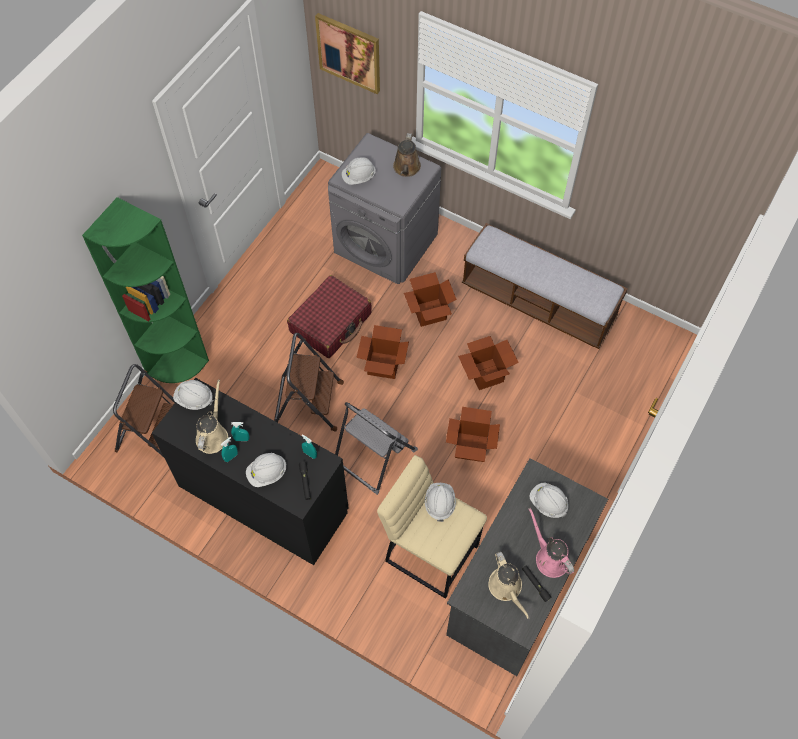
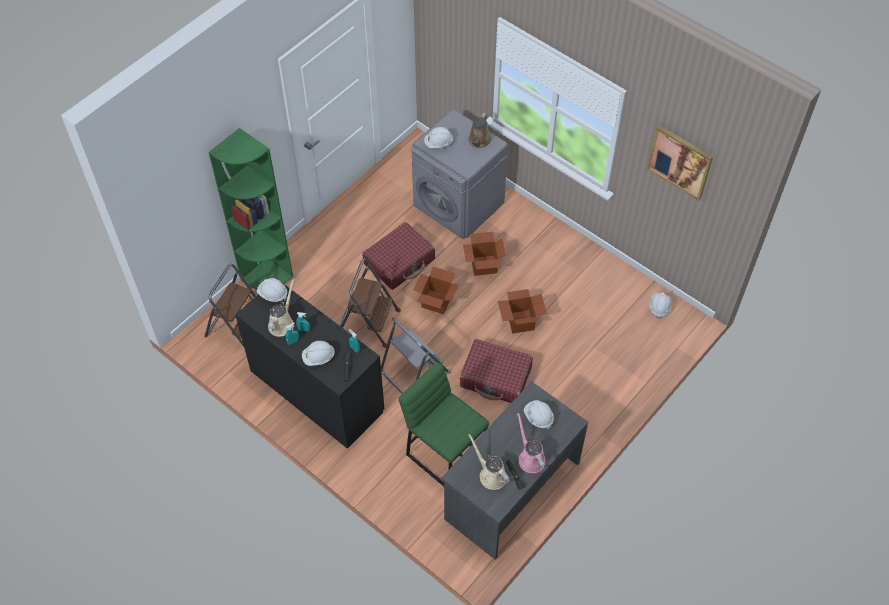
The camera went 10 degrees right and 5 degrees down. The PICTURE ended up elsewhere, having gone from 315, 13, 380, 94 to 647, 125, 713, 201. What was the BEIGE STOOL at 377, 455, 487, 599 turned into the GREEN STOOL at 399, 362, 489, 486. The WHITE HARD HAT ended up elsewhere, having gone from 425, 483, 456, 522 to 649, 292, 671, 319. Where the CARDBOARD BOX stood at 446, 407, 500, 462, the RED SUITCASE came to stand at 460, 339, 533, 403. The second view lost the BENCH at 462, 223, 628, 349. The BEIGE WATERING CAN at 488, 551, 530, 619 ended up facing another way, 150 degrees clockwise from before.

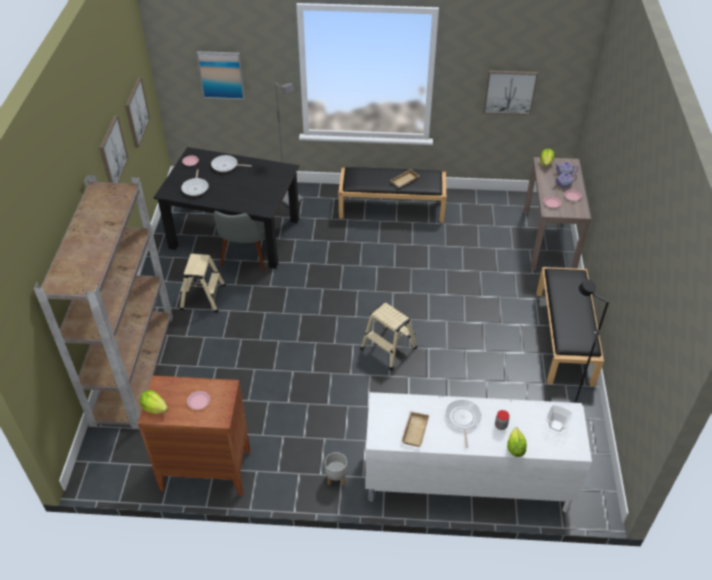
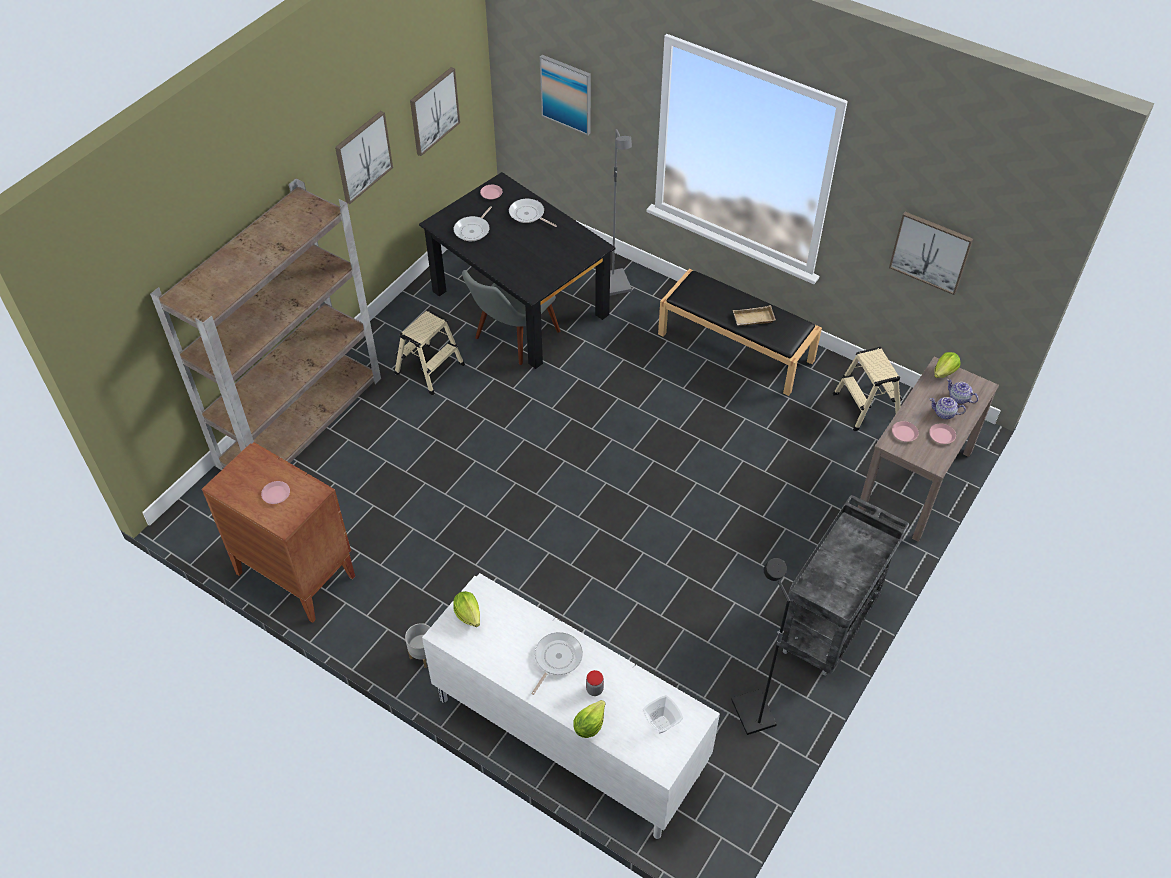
The camera went 30 degrees right and 5 degrees up. The LETTUCE ended up elsewhere, having gone from 140, 390, 168, 414 to 453, 591, 480, 627. The BEIGE STEP LADDER ended up elsewhere, having gone from 360, 301, 417, 371 to 833, 347, 903, 431. The second view lost the BEIGE TRAY at 401, 411, 429, 447. Where the BLACK BENCH stood at 536, 267, 604, 387, the BLACK CART came to stand at 779, 495, 909, 676.

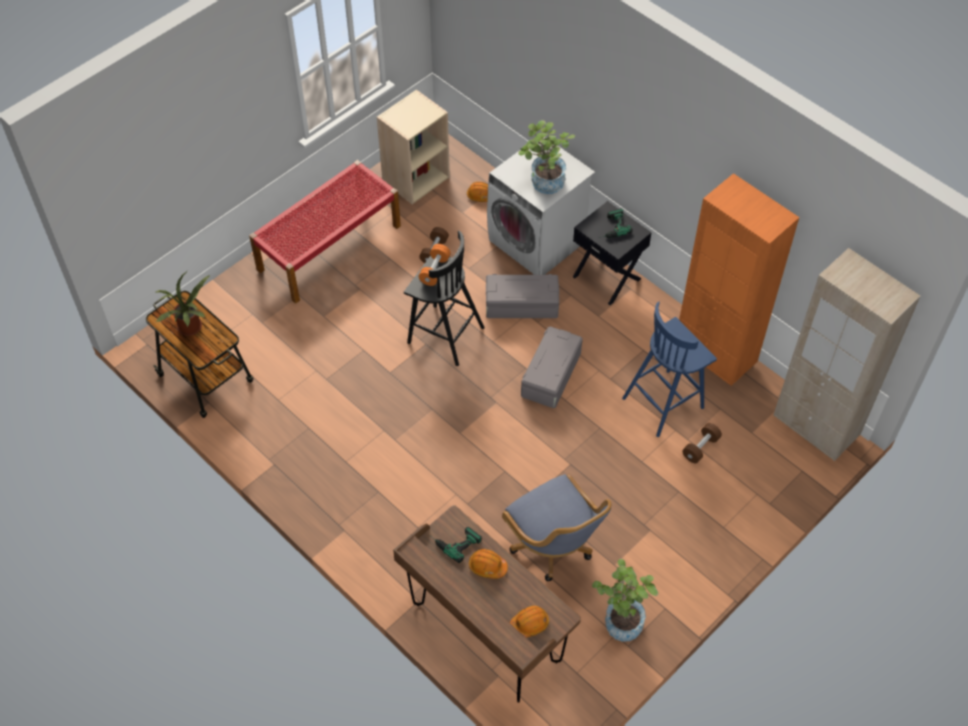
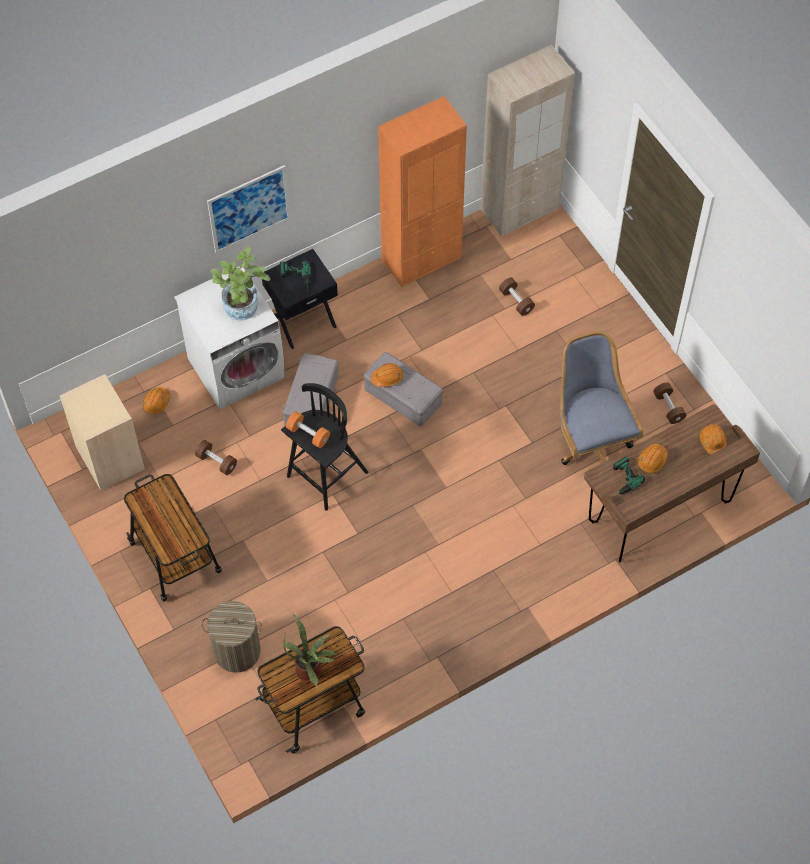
The camera went 75 degrees left and 5 degrees up. Where the RED BENCH stood at 249, 160, 401, 304, the CART came to stand at 124, 474, 222, 601. The BLUE OFFICE CHAIR at 502, 474, 611, 581 ended up facing another way, 90 degrees counterclockwise from before. Where the POTTED PLANT stood at 592, 559, 658, 642, the BROWN DUMBBELL came to stand at 653, 383, 686, 424. The second view lost the BLUE STOOL at 622, 301, 717, 437. The second view gained the LAUNDRY BASKET at 201, 601, 262, 673. The second view gained the PICTURE at 207, 165, 291, 253. The second view gained the ORANGE HARD HAT at 371, 363, 403, 387.

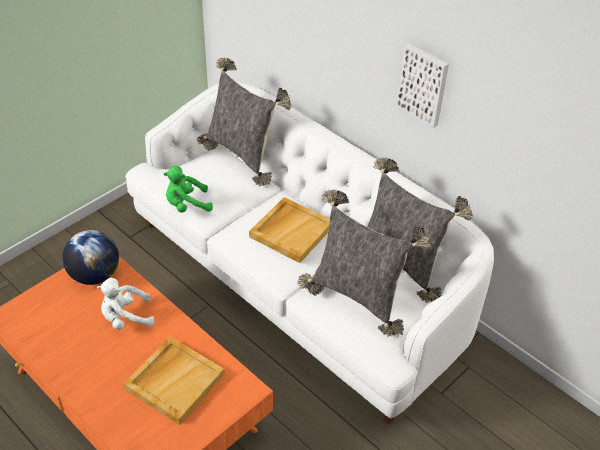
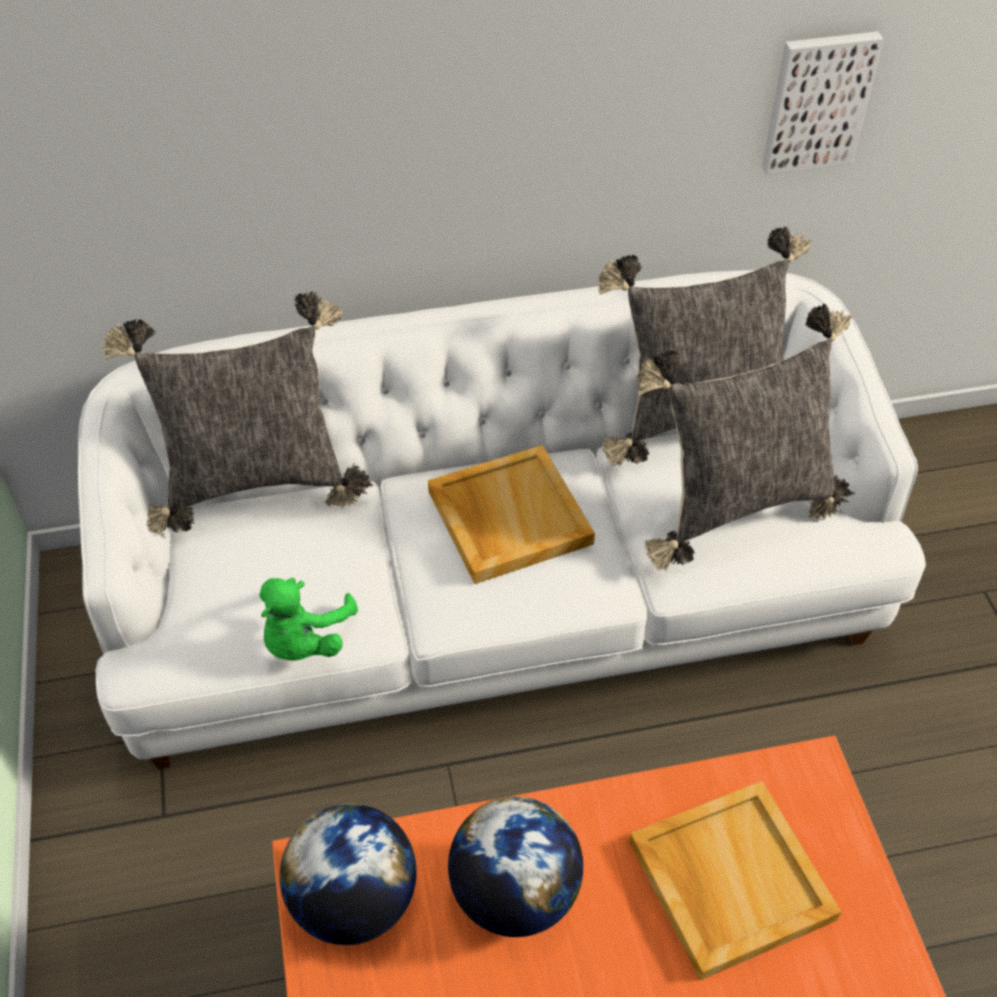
The camera went 55 degrees left and 5 degrees up. Where the WHITE PLUSH TOY stood at 97, 278, 155, 330, the GLOBE came to stand at 448, 796, 583, 937. The PICTURE ended up elsewhere, having gone from 397, 43, 449, 128 to 762, 31, 883, 175.

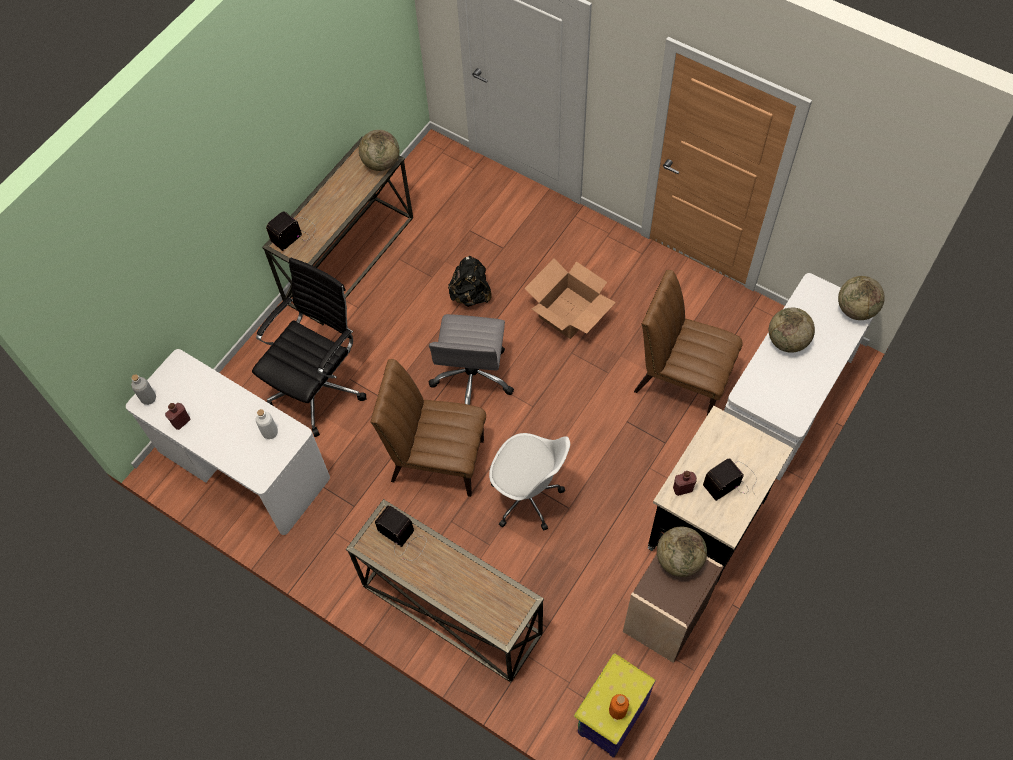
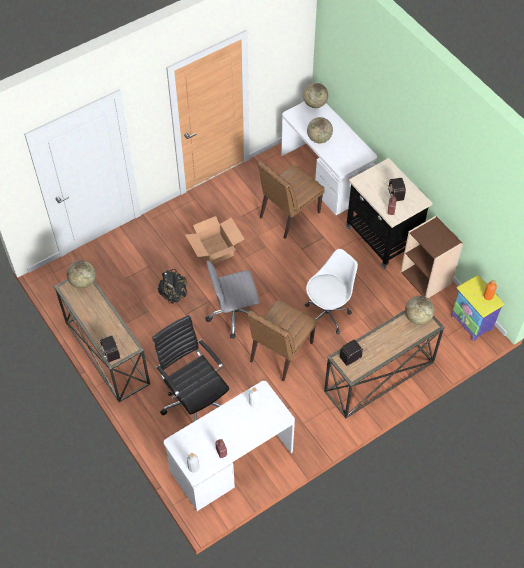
The camera went 70 degrees left and 5 degrees down. The GREY OFFICE CHAIR at 428, 314, 514, 405 ended up facing another way, 135 degrees clockwise from before. The GLOBE ended up elsewhere, having gone from 657, 527, 707, 577 to 405, 296, 434, 325.

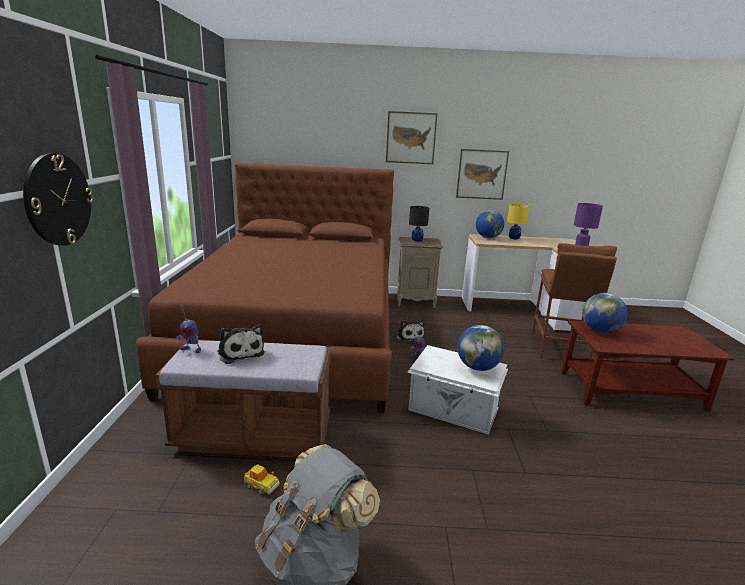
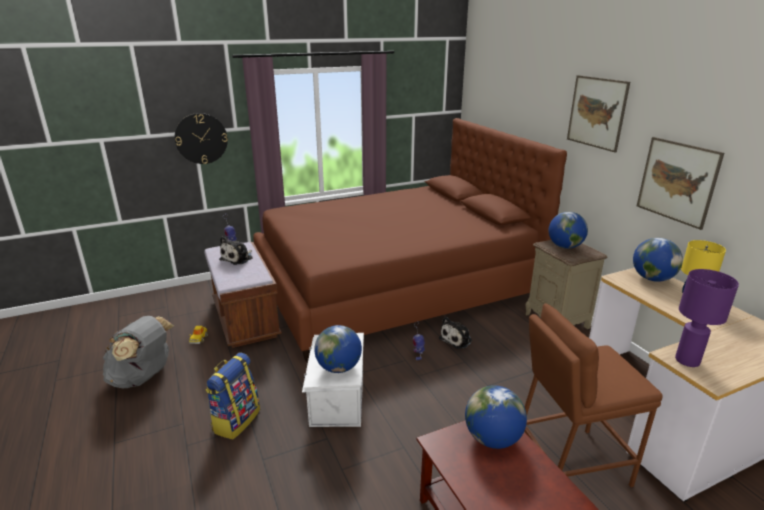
The camera went 65 degrees right and 5 degrees up. Where the BLACK TABLE LAMP stood at 409, 206, 429, 242, the GLOBE came to stand at 549, 212, 588, 249. The second view gained the BACKPACK at 205, 353, 260, 440.

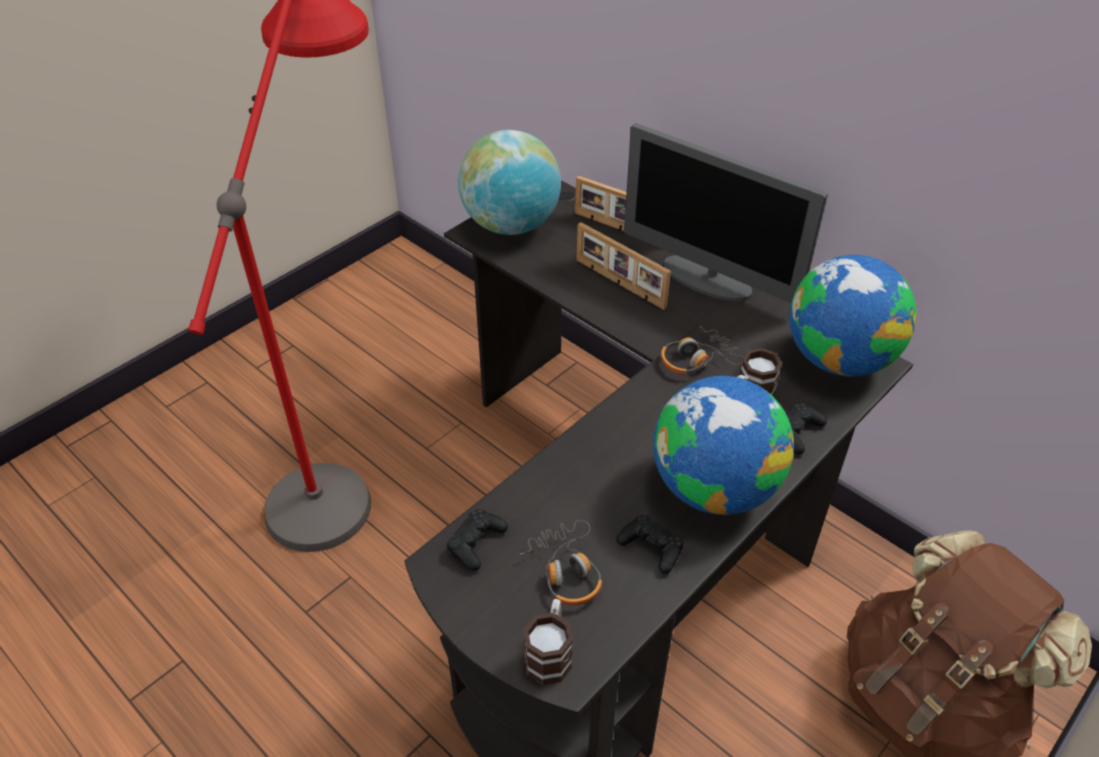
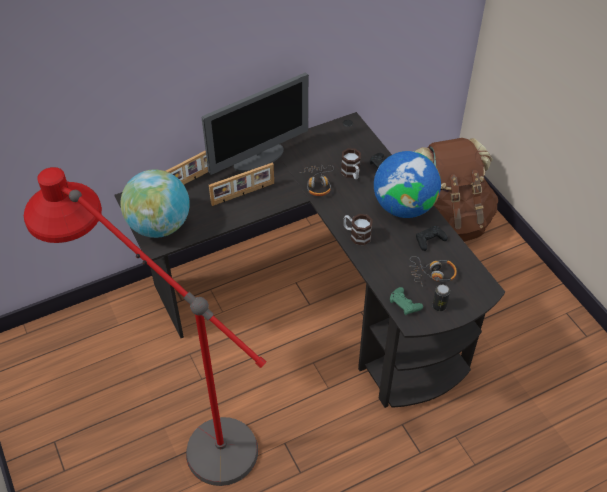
The camera went 70 degrees left and 5 degrees up. What was the BLACK GAME CONTROLLER at 446, 509, 508, 571 turned into the GREEN GAME CONTROLLER at 390, 287, 423, 315. The MUG ended up elsewhere, having gone from 523, 599, 573, 685 to 344, 214, 373, 245. The second view lost the GLOBE at 789, 255, 916, 376. The second view gained the CAN at 432, 285, 450, 311.

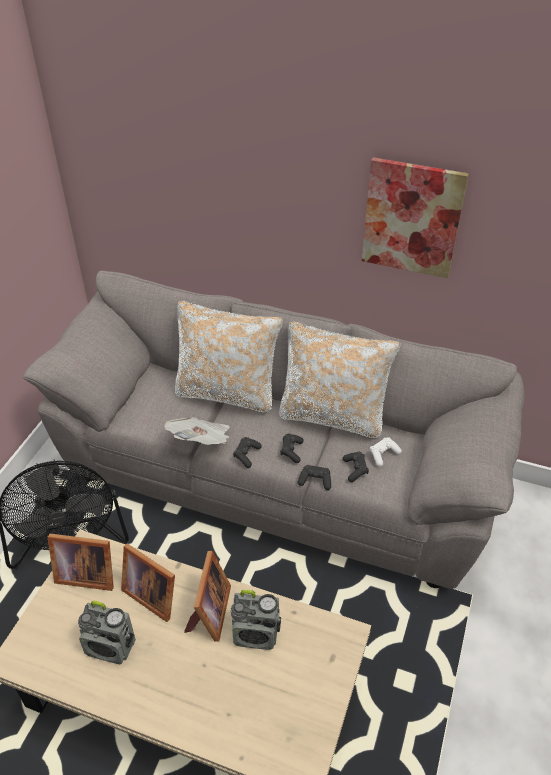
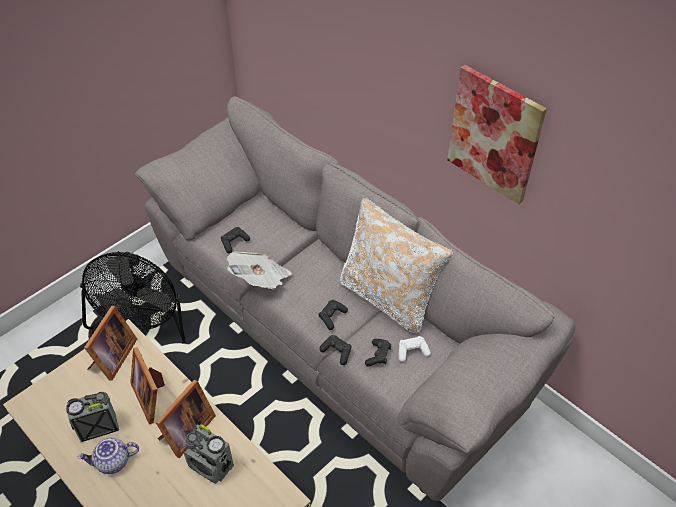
The camera went 25 degrees right and 5 degrees up. The PICTURE FRAME at 48, 534, 114, 591 ended up facing another way, 105 degrees counterclockwise from before. The RADIO at 78, 601, 136, 664 ended up facing another way, 120 degrees clockwise from before. The second view lost the WHITE PILLOW at 175, 301, 283, 413. The BLACK GAME CONTROLLER ended up elsewhere, having gone from 233, 437, 262, 468 to 221, 227, 250, 253. The second view gained the TEAPOT at 77, 438, 139, 474.

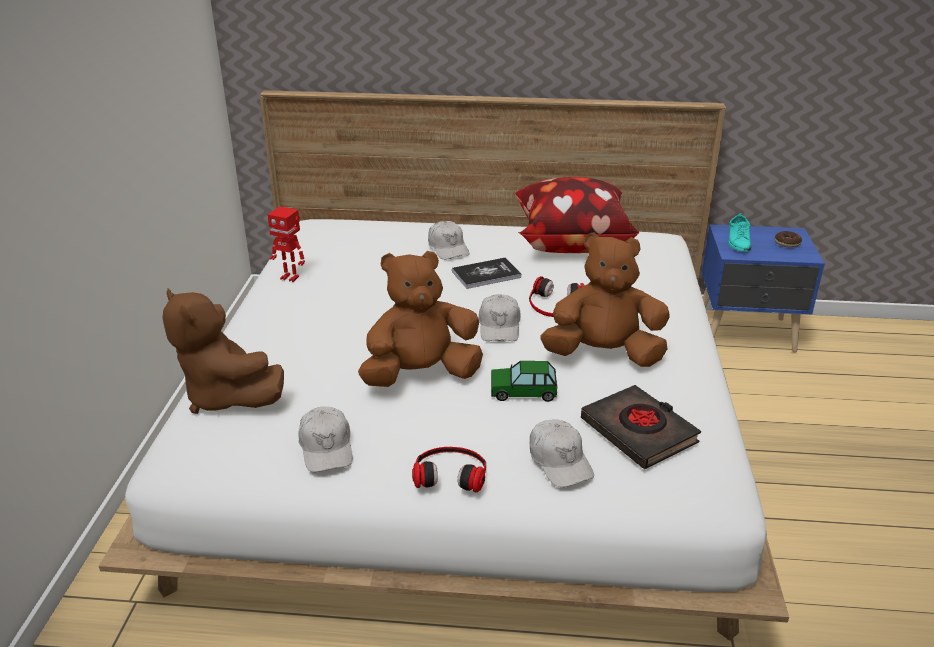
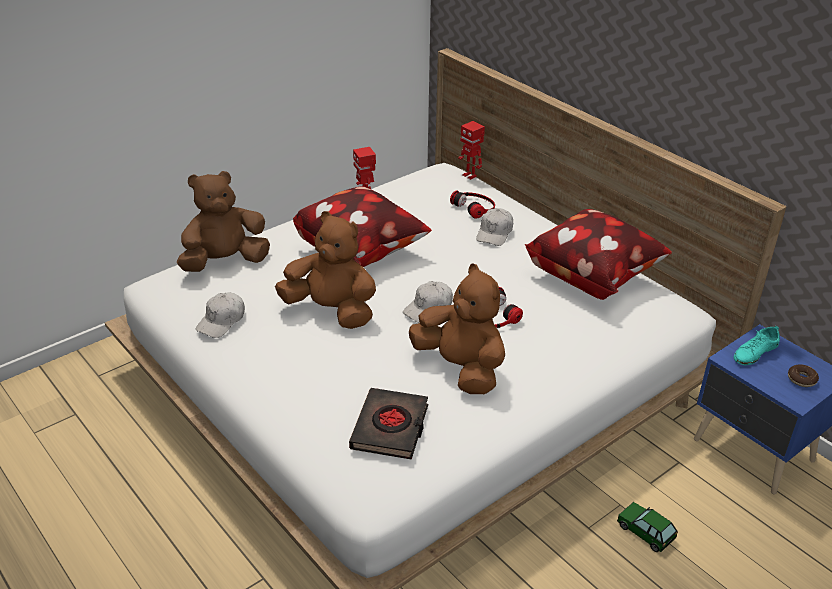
The camera went 45 degrees right and 5 degrees up. The BROWN PLUSH TOY at 163, 289, 284, 414 ended up facing another way, 60 degrees clockwise from before. The HEADPHONES ended up elsewhere, having gone from 412, 447, 486, 492 to 450, 190, 495, 219. The second view lost the BOOK at 452, 258, 521, 289. The TOY CAR ended up elsewhere, having gone from 491, 361, 558, 402 to 617, 502, 678, 552. The second view lost the WHITE CAP at 530, 420, 594, 487. The second view gained the PILLOW at 293, 186, 431, 267. The second view gained the TOY ROBOT at 458, 121, 485, 180.

